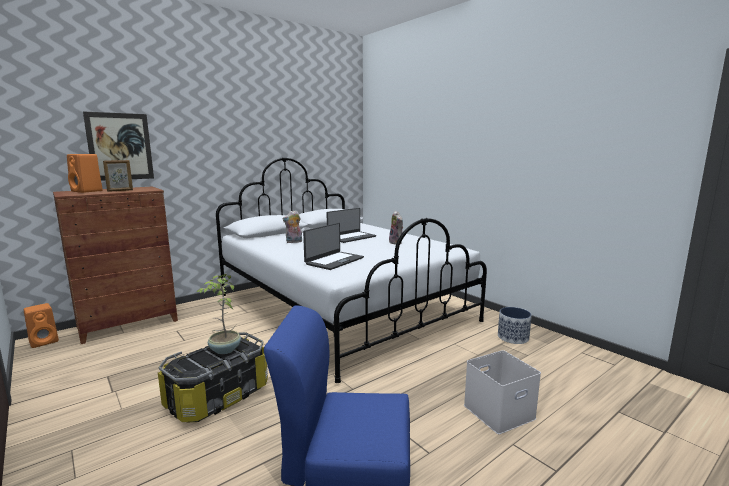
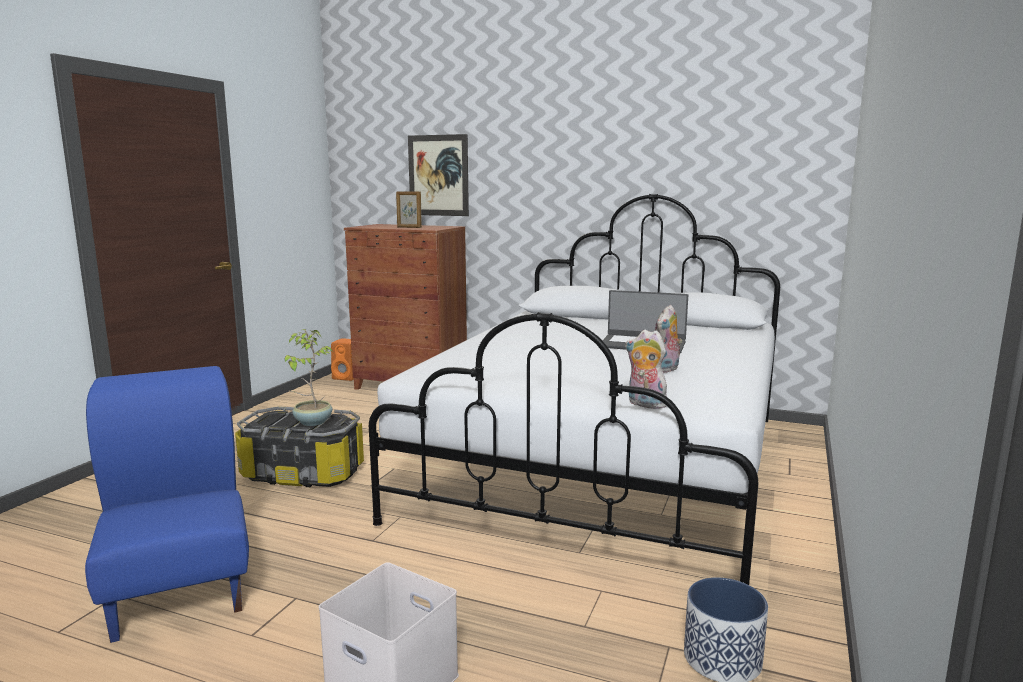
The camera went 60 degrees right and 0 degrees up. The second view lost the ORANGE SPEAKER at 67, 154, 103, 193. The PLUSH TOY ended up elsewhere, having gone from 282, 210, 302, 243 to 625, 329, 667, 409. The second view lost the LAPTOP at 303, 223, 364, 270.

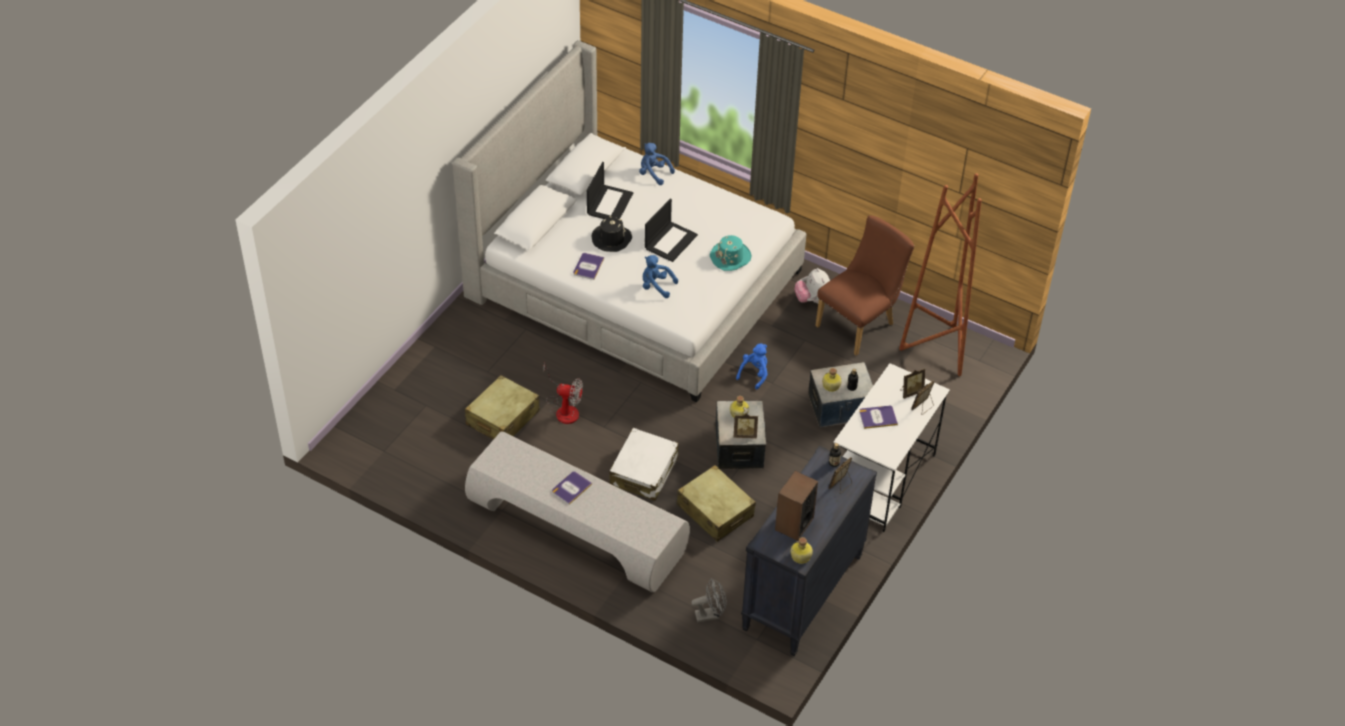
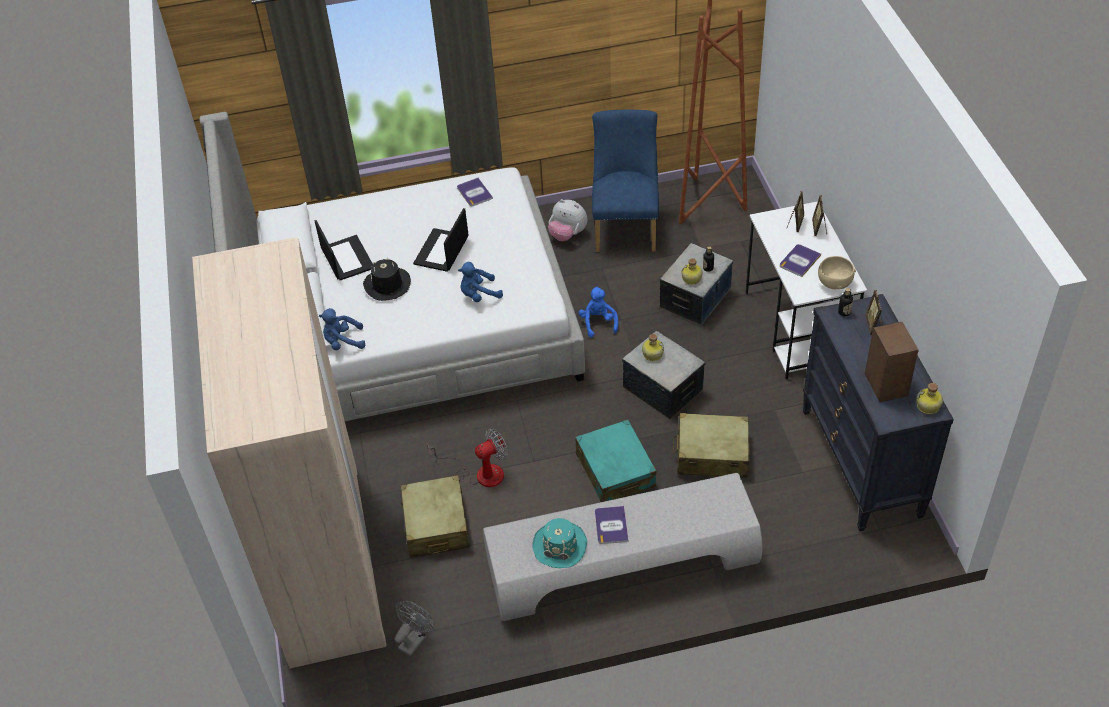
The camera went 40 degrees left and 0 degrees up. The BOOK ended up elsewhere, having gone from 573, 253, 604, 280 to 457, 178, 493, 206. What was the WHITE SUITCASE at 609, 428, 679, 501 turned into the TURQUOISE SUITCASE at 575, 420, 656, 502. The BLUE PLUSH TOY ended up elsewhere, having gone from 639, 143, 675, 185 to 319, 308, 366, 350. The LAPTOP at 645, 198, 698, 262 ended up facing another way, 150 degrees counterclockwise from before. The GREY FAN ended up elsewhere, having gone from 691, 578, 727, 622 to 394, 601, 434, 656. The TURQUOISE HAT ended up elsewhere, having gone from 710, 235, 752, 271 to 532, 518, 587, 568. The second view lost the PICTURE FRAME at 734, 414, 758, 438. What was the BROWN CHAIR at 815, 215, 914, 356 turned into the BLUE CHAIR at 592, 110, 659, 252. The second view gained the BEIGE WARDROBE at 192, 237, 386, 669. The second view gained the BEIGE BOWL at 818, 256, 856, 289.

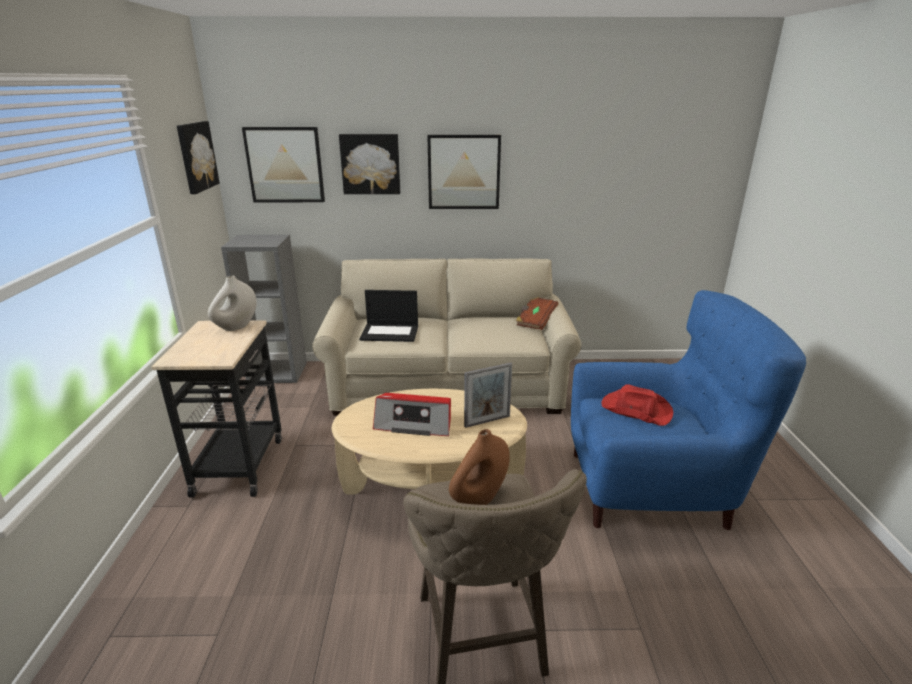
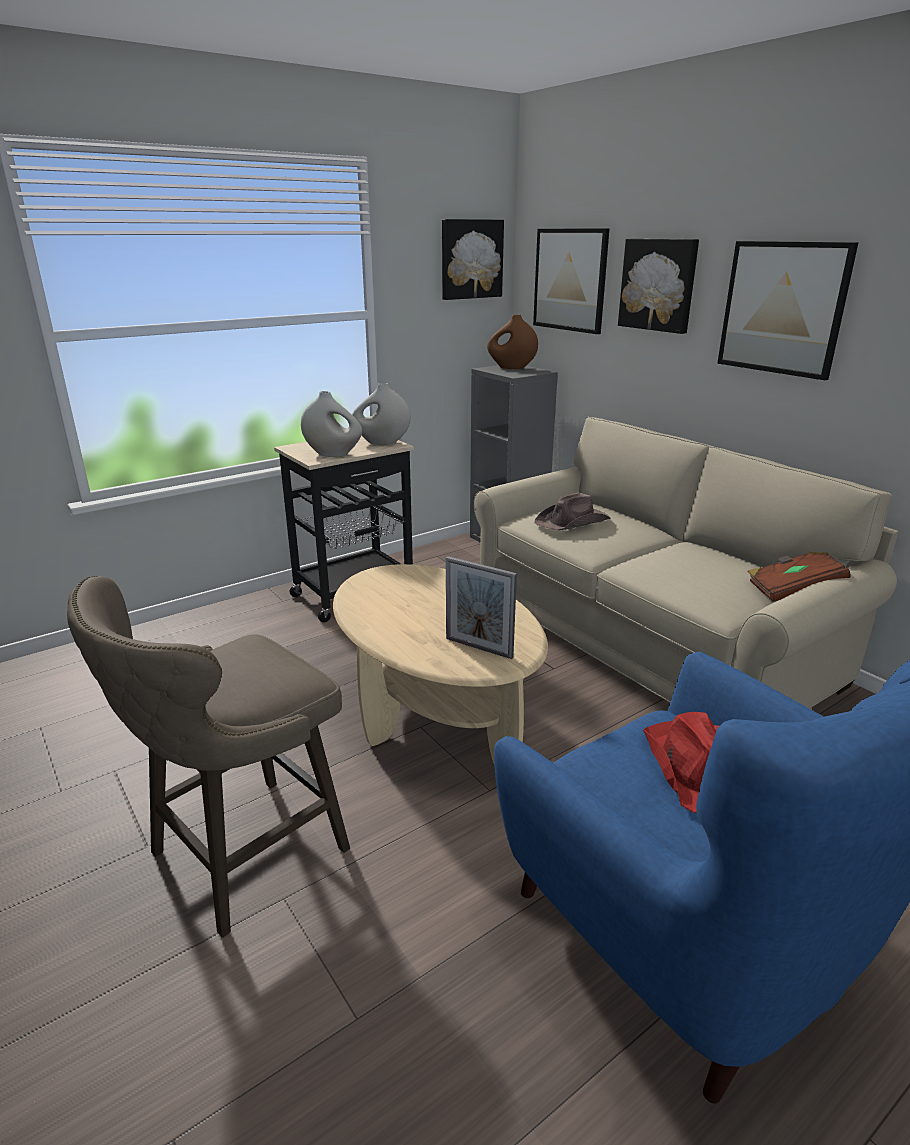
The camera went 55 degrees right and 0 degrees up. Where the LAPTOP stood at 359, 290, 418, 342, the BROWN HAT came to stand at 535, 493, 611, 530. The second view lost the RADIO at 373, 393, 451, 436. The BROWN VASE ended up elsewhere, having gone from 449, 429, 510, 505 to 487, 315, 538, 369. The second view gained the WHITE VASE at 301, 391, 362, 457.

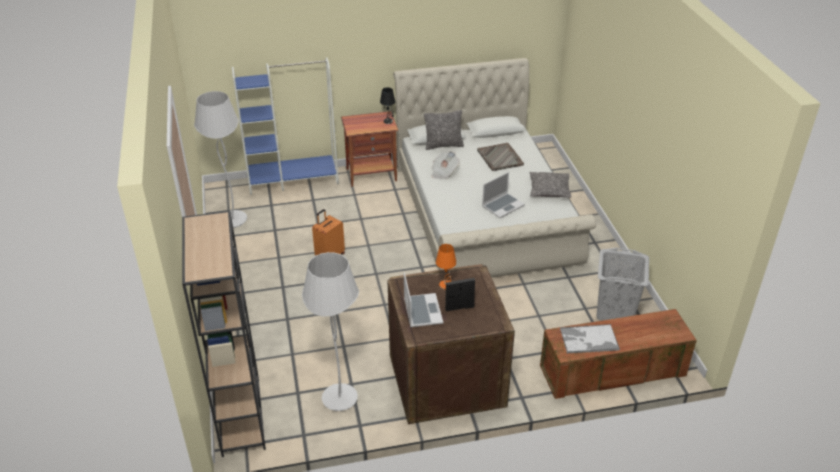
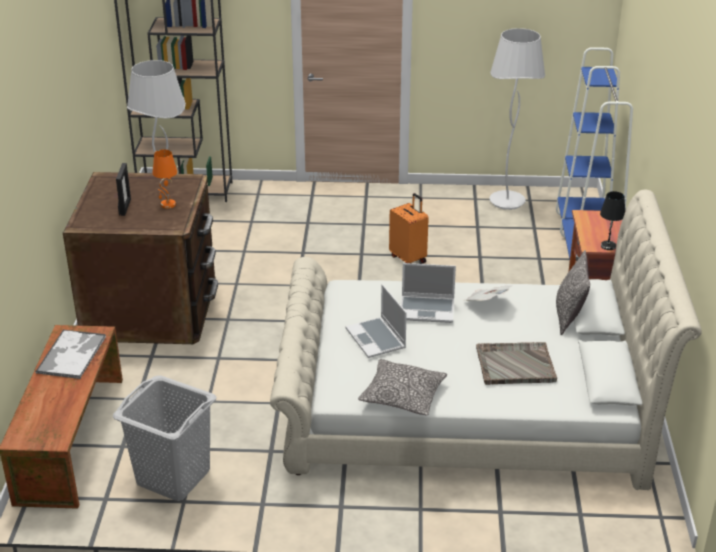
The camera went 105 degrees right and 5 degrees down. The LAPTOP ended up elsewhere, having gone from 404, 272, 443, 327 to 401, 263, 456, 323.

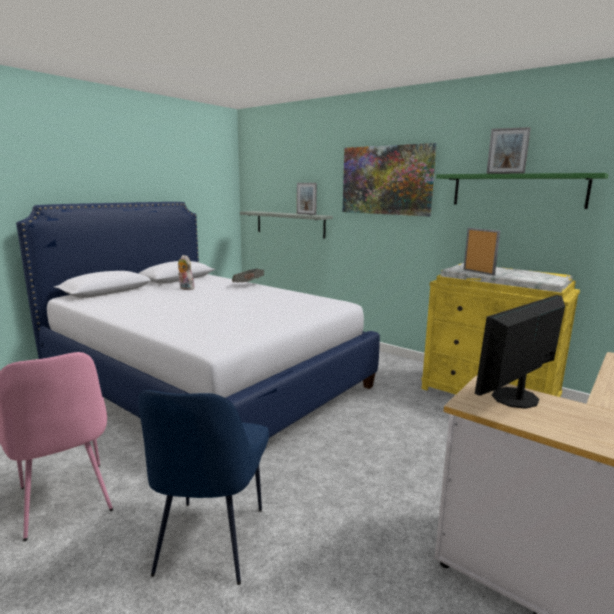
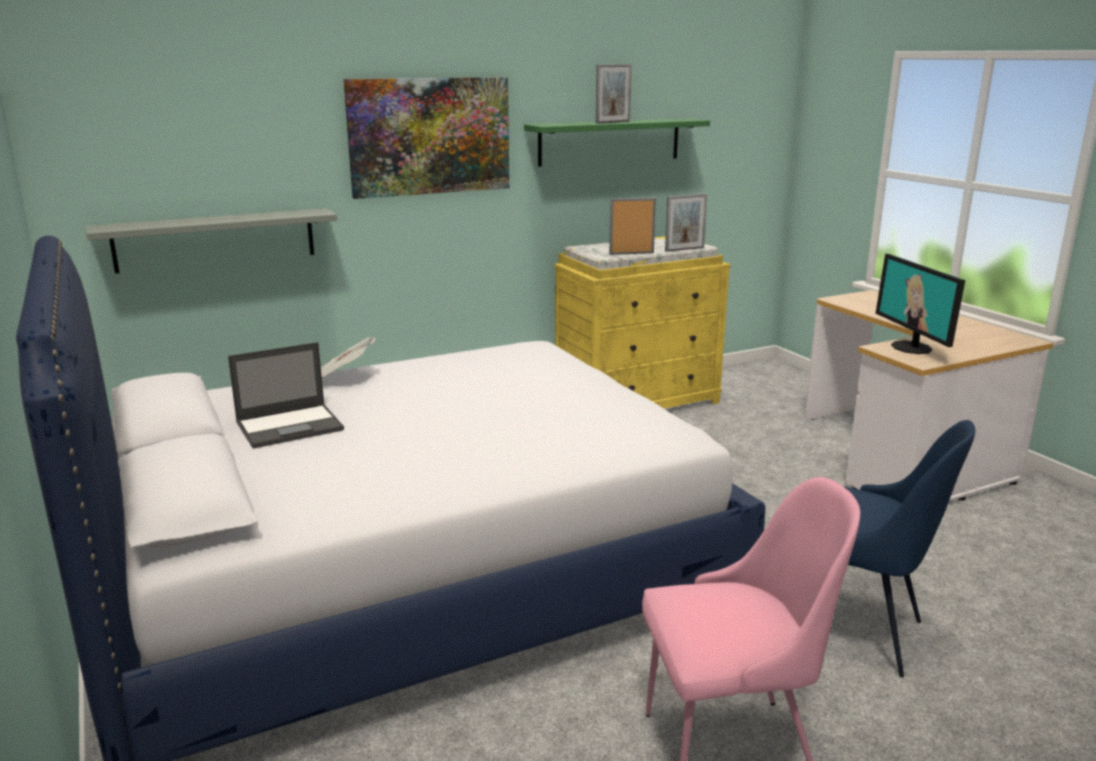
The camera went 65 degrees left and 5 degrees up. Where the PLUSH TOY stood at 178, 255, 194, 290, the LAPTOP came to stand at 228, 342, 344, 449. The PICTURE FRAME ended up elsewhere, having gone from 297, 183, 317, 215 to 665, 194, 707, 252.

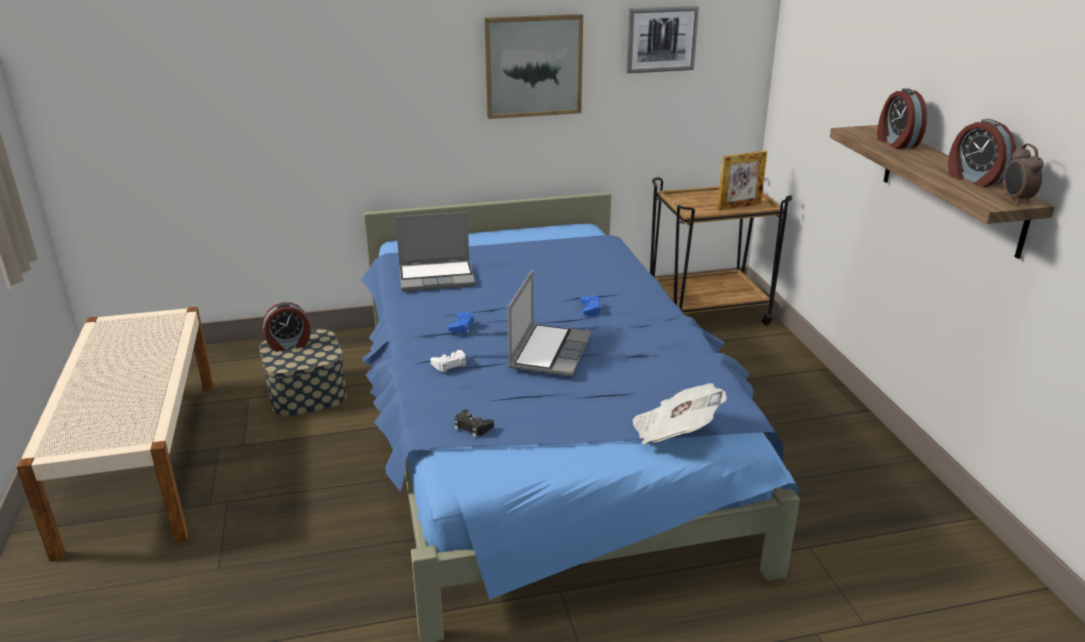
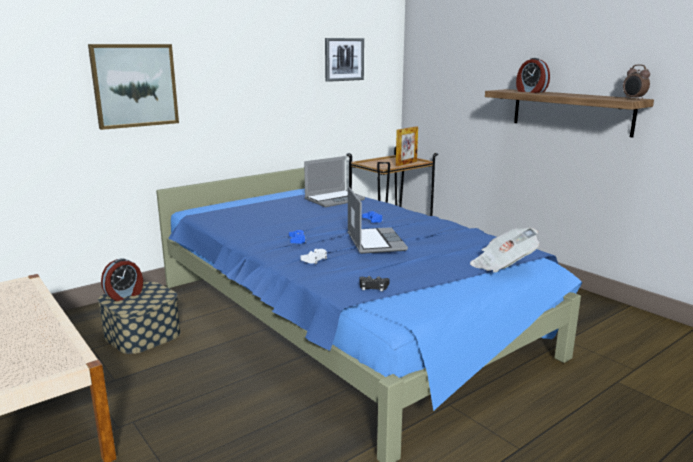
The camera went 25 degrees left and 10 degrees down. The LAPTOP ended up elsewhere, having gone from 395, 212, 475, 292 to 304, 156, 365, 207. The PICTURE ended up elsewhere, having gone from 484, 14, 583, 119 to 88, 44, 179, 130. The second view lost the ALARM CLOCK at 948, 119, 1016, 187.

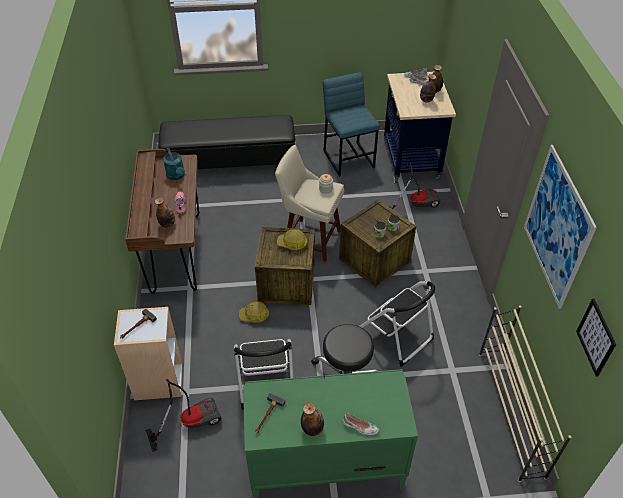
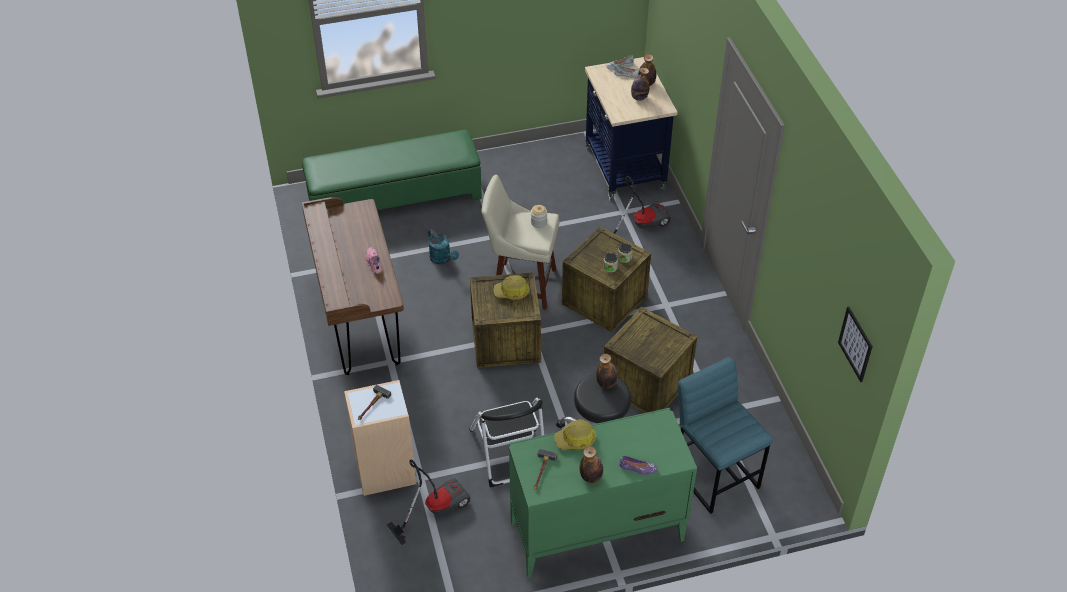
The camera went 10 degrees left and 0 degrees up. The BOTTLE ended up elsewhere, having gone from 155, 197, 175, 228 to 596, 354, 618, 389. What was the BLACK BENCH at 158, 115, 295, 169 turned into the GREEN BENCH at 302, 130, 482, 210. The TURQUOISE WATERING CAN ended up elsewhere, having gone from 163, 148, 185, 180 to 428, 229, 459, 265. The HARD HAT ended up elsewhere, having gone from 239, 301, 269, 322 to 554, 419, 596, 449. The BLUE STOOL ended up elsewhere, having gone from 323, 72, 380, 177 to 678, 357, 773, 514. What was the WHITE SHOE at 342, 413, 379, 435 turned into the PURPLE SHOE at 619, 456, 658, 475. Where the STEP LADDER stood at 359, 281, 435, 367, the CRATE came to stand at 604, 307, 697, 413. The second view lost the BEIGE SHOE RACK at 479, 305, 572, 482. The second view lost the PICTURE at 524, 145, 597, 309.

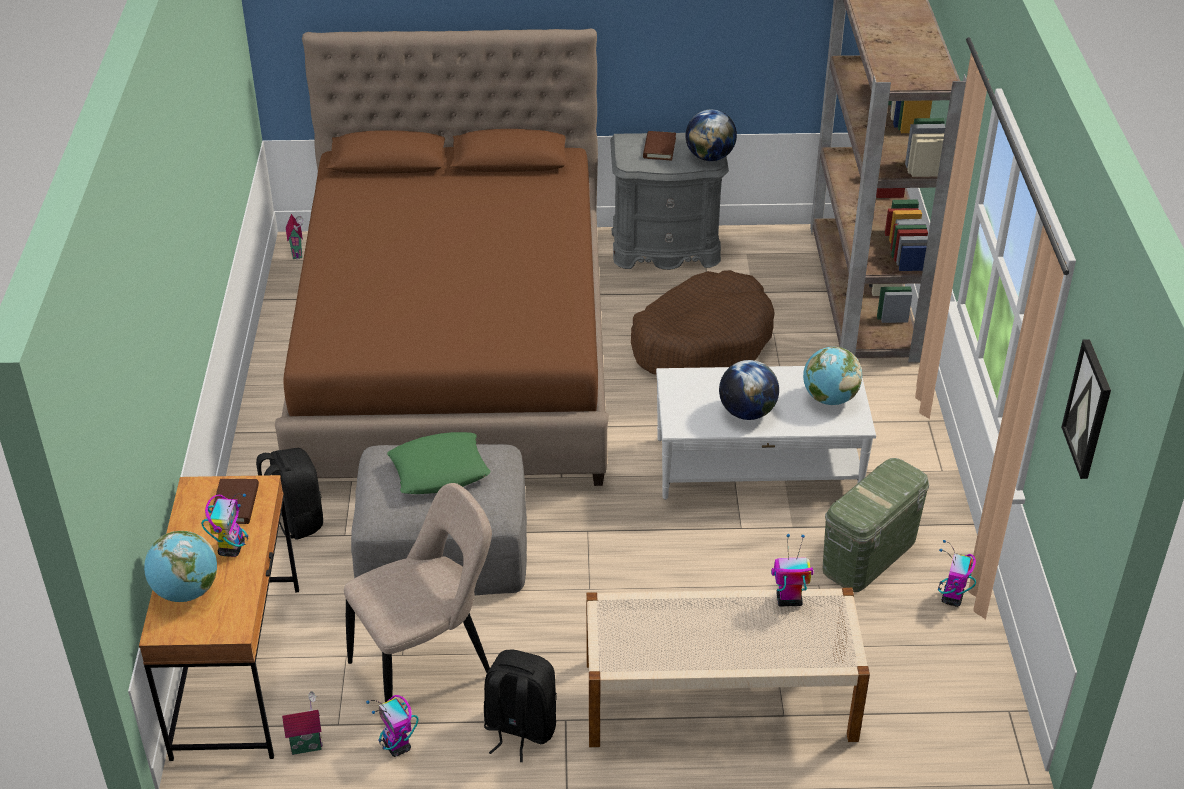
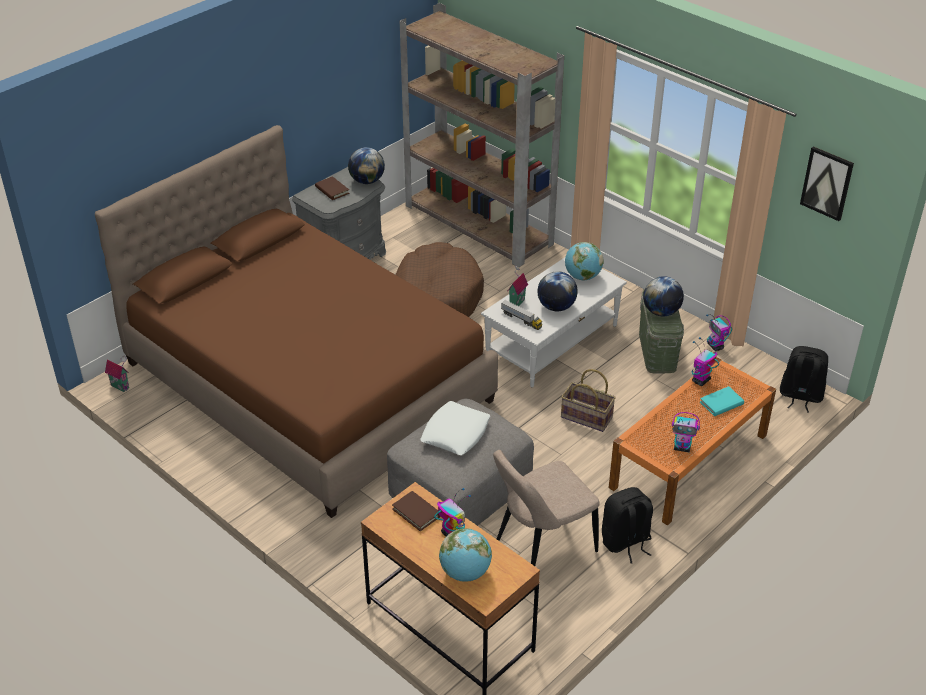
The camera went 45 degrees left and 0 degrees up. The BLACK BACKPACK ended up elsewhere, having gone from 256, 448, 323, 540 to 780, 346, 828, 413. The TOY HOUSE ended up elsewhere, having gone from 282, 691, 323, 755 to 507, 265, 528, 306. The BEIGE CHAIR at 344, 483, 492, 702 ended up facing another way, 135 degrees counterclockwise from before. The TOY ROBOT ended up elsewhere, having gone from 366, 695, 418, 757 to 672, 412, 700, 452. What was the GREEN PILLOW at 387, 432, 491, 494 turned into the WHITE PILLOW at 420, 401, 490, 455. What was the BEIGE BENCH at 586, 588, 870, 747 turned into the ORANGE BENCH at 609, 357, 776, 526. The second view gained the TOY TRUCK at 501, 300, 542, 330. The second view gained the BASKET at 561, 369, 616, 432. The second view gained the GLOBE at 643, 276, 684, 316. The second view gained the TURQUOISE BOOK at 700, 386, 744, 416.

